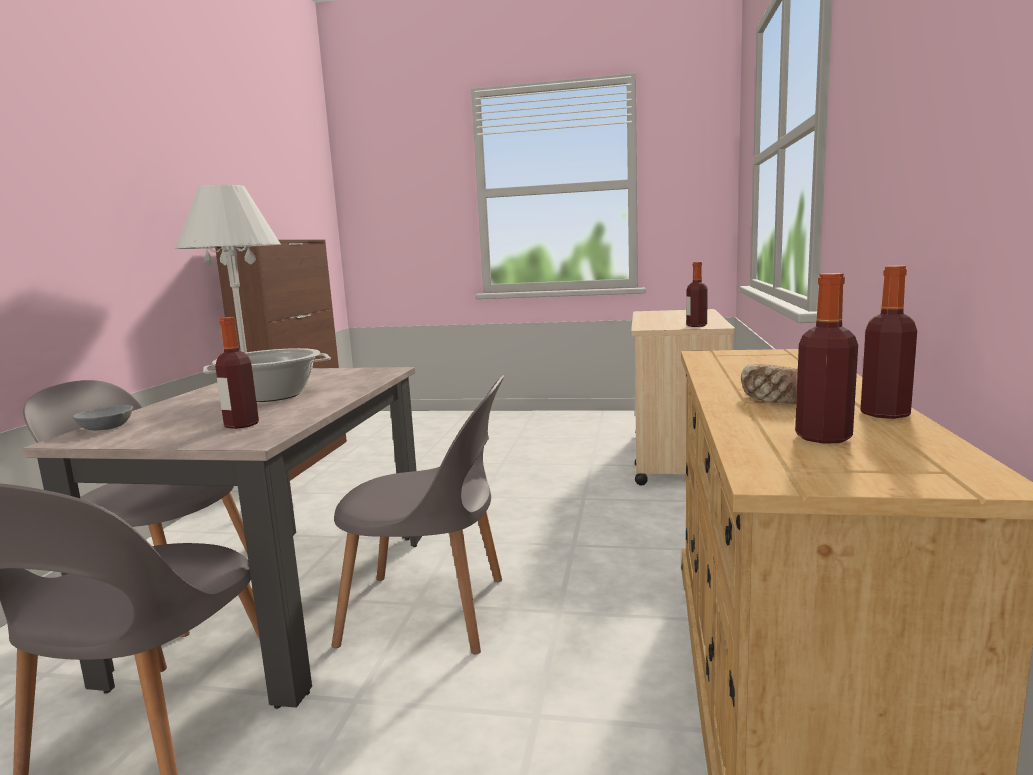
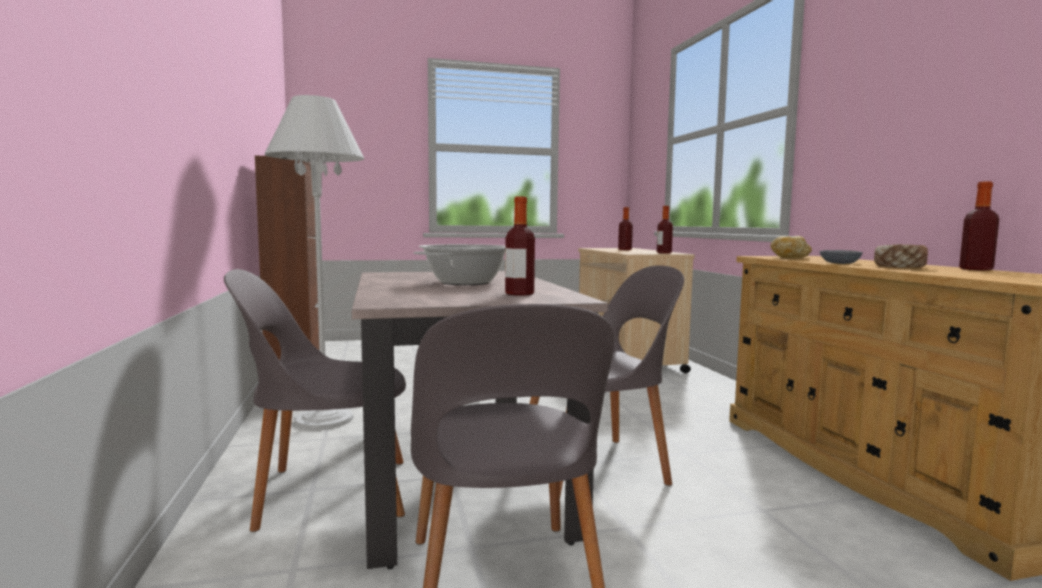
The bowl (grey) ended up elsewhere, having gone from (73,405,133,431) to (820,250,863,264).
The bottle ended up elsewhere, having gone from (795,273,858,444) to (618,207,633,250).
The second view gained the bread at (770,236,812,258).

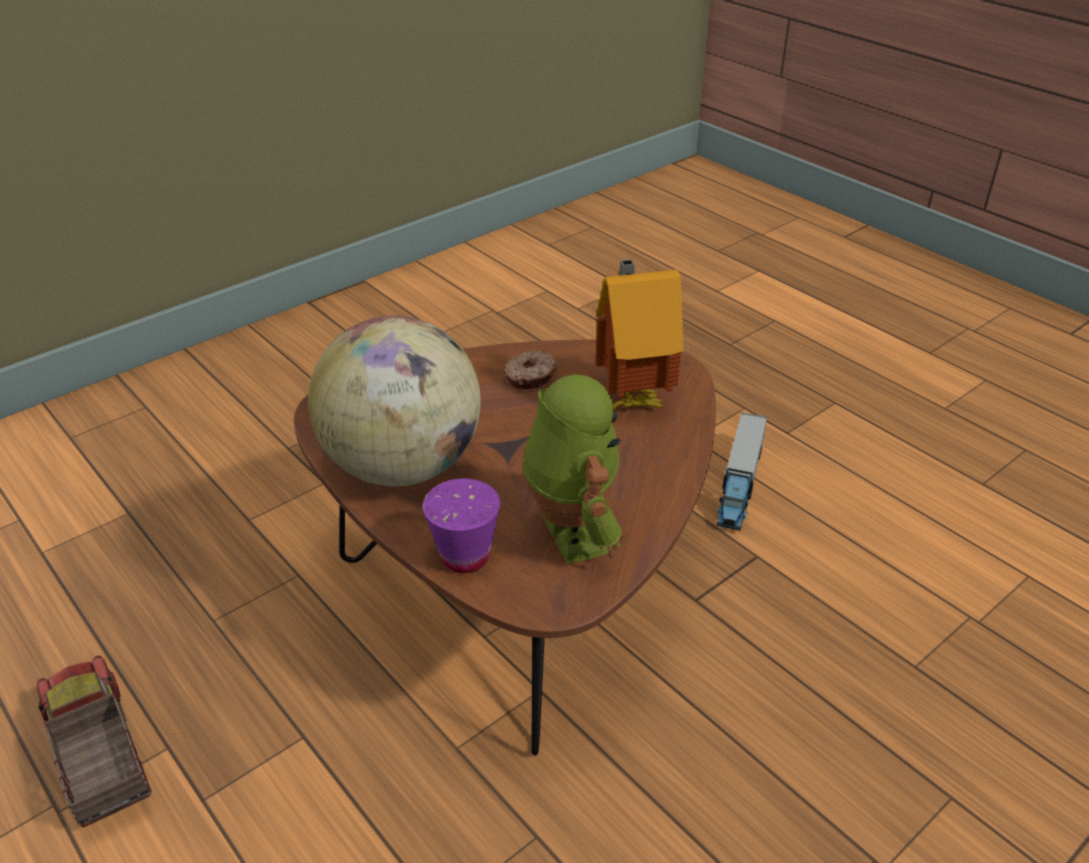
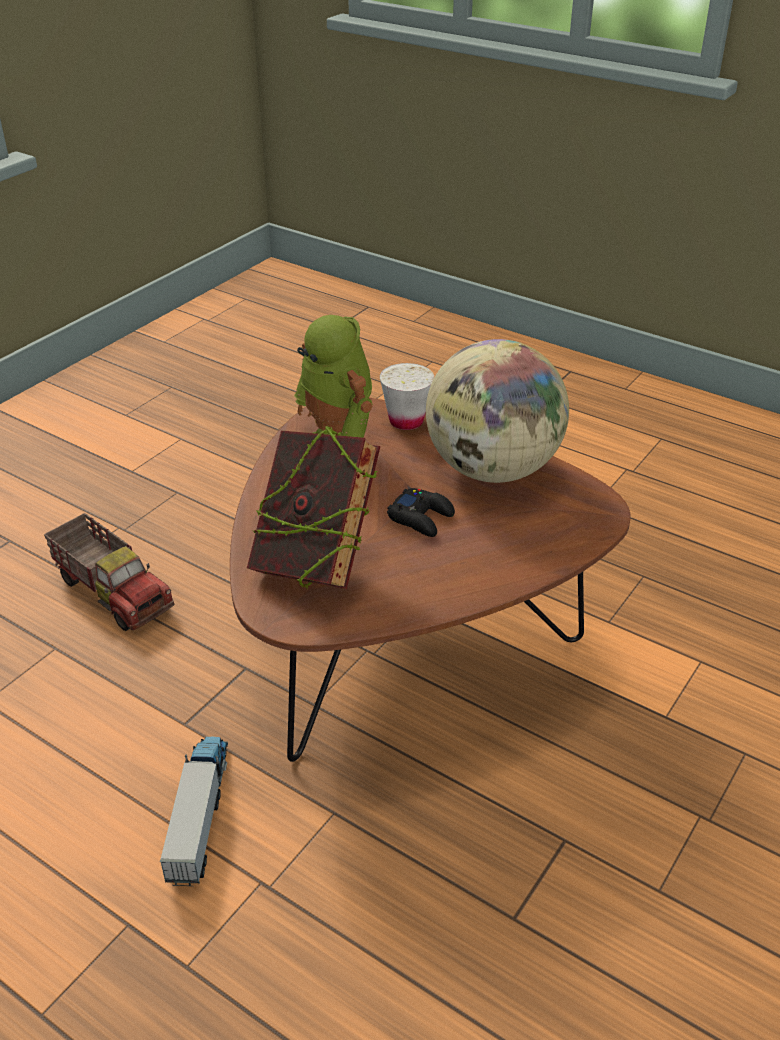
The toy truck ended up elsewhere, having gone from (37,655,151,828) to (44,513,174,631).
What was the cup (purple) at (423,479,500,573) turned into the cup (white) at (380,363,434,430).
The second view lost the donut at (504,351,557,389).
Where the toy house stood at (595,259,684,410), the book came to stand at (247,426,380,589).
The second view gained the game controller (black) at (387,488,455,537).

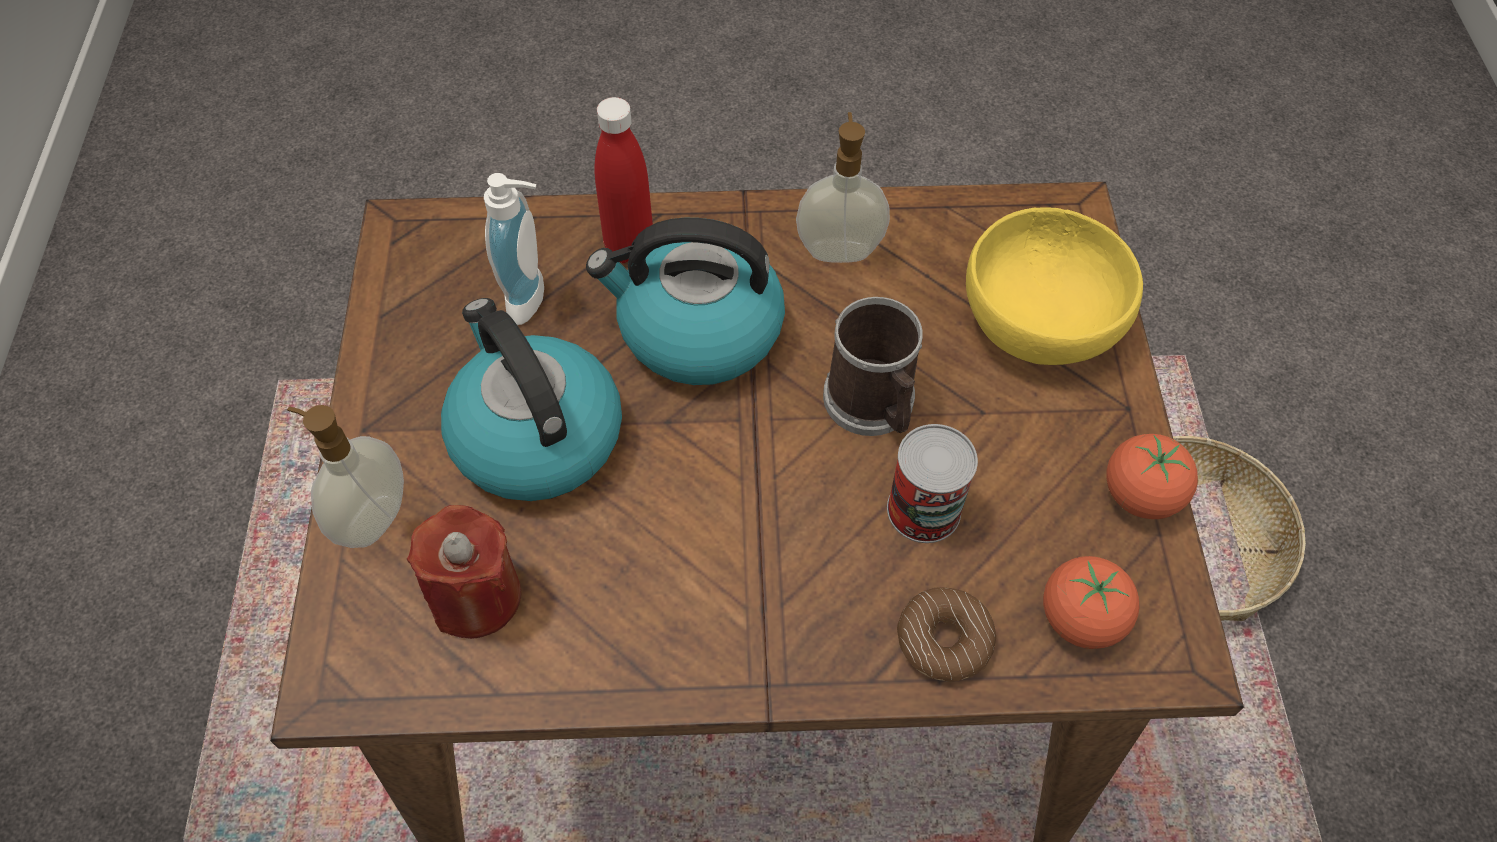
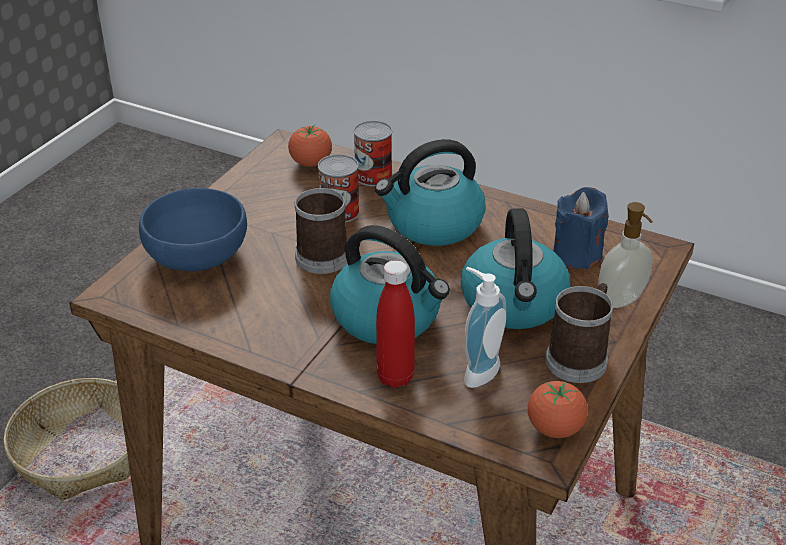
What was the candle (red) at (407,505,522,639) turned into the candle (blue) at (553,187,609,269).
The second view lost the soap dispenser at (796,112,890,263).
Where the donut stood at (897,587,996,682), the can came to stand at (353,120,392,186).
What was the bowl (yellow) at (966,207,1143,365) turned into the bowl (blue) at (139,188,247,272).
The tomato ended up elsewhere, having gone from (1106,434,1198,519) to (528,381,588,438).
The second view gained the kettle at (375,139,486,246).
The second view gained the mug at (545,283,613,383).

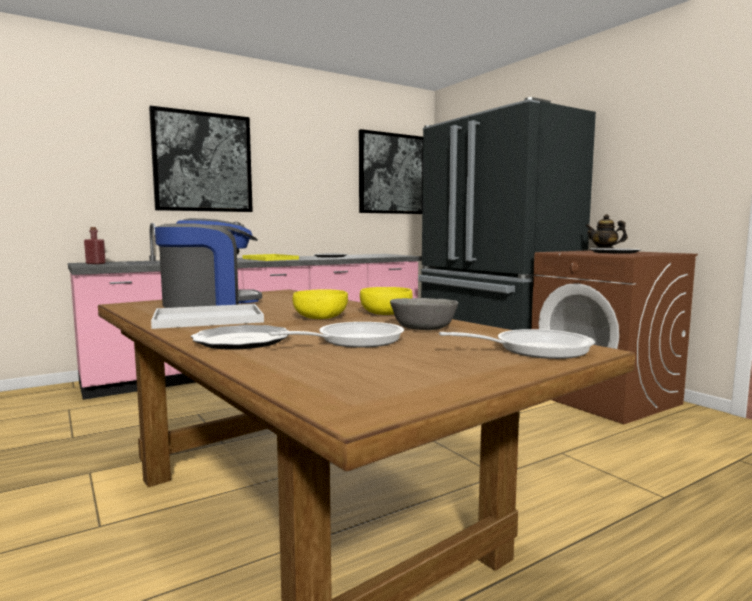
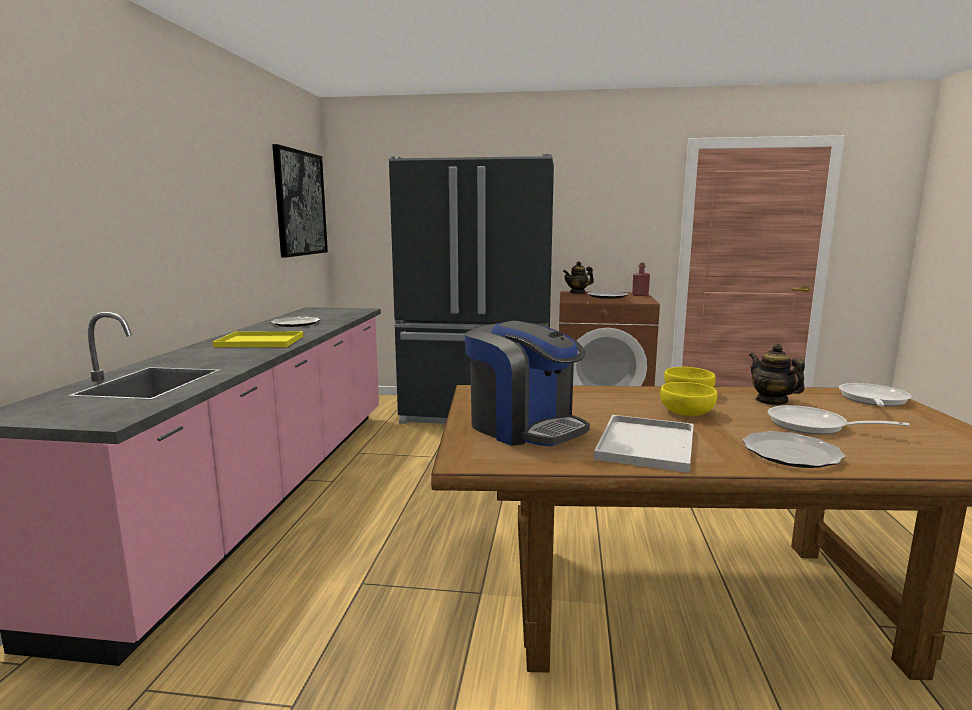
The bottle (red) ended up elsewhere, having gone from (84,227,106,264) to (632,262,650,296).
The second view lost the picture at (149,106,253,212).
The coffee machine at (155,218,262,308) ended up facing another way, 120 degrees clockwise from before.
The frying pan at (268,322,404,348) ended up facing another way, 60 degrees counterclockwise from before.
Where the bowl (grey) stood at (390,298,458,330), the teapot came to stand at (749,344,805,405).

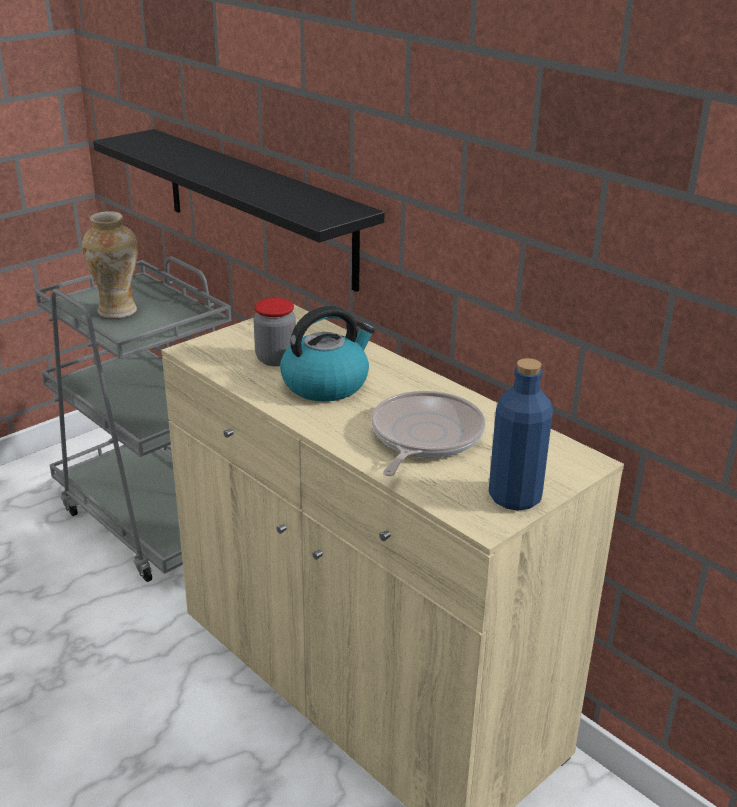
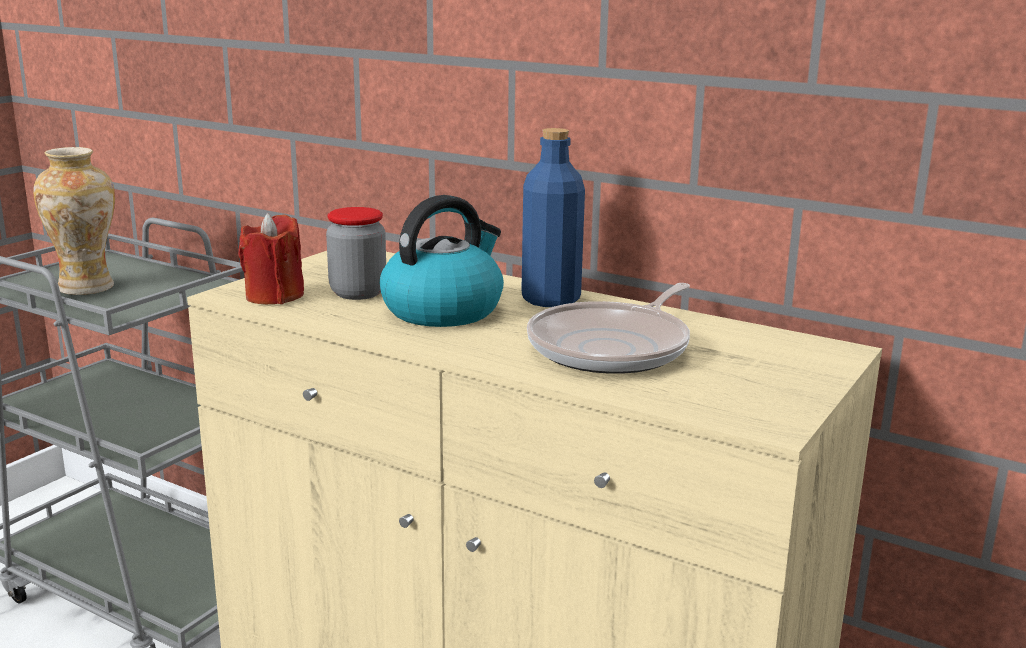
The second view lost the shelf (black) at (93,129,385,292).
The frying pan at (371,391,486,476) ended up facing another way, 150 degrees counterclockwise from before.
The bottle (blue) ended up elsewhere, having gone from (489,358,553,511) to (522,128,585,307).
The second view gained the candle (red) at (238,213,304,304).

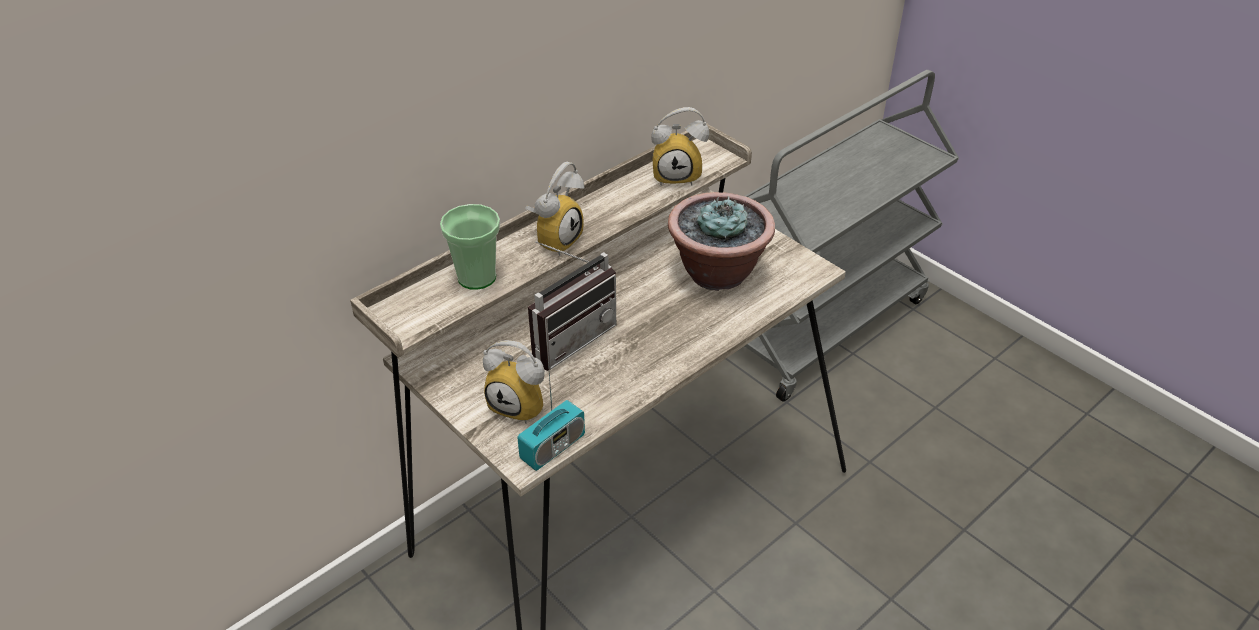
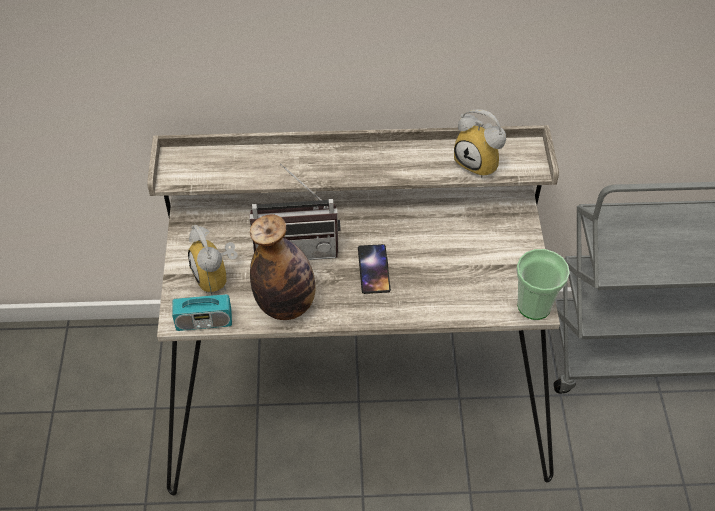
The cup ended up elsewhere, having gone from (440,204,500,290) to (516,249,570,320).
The second view lost the alarm clock at (525,162,585,256).
The second view lost the potted plant at (668,192,775,291).
The second view gained the bottle at (250,214,315,320).
The second view gained the phone at (358,244,391,294).

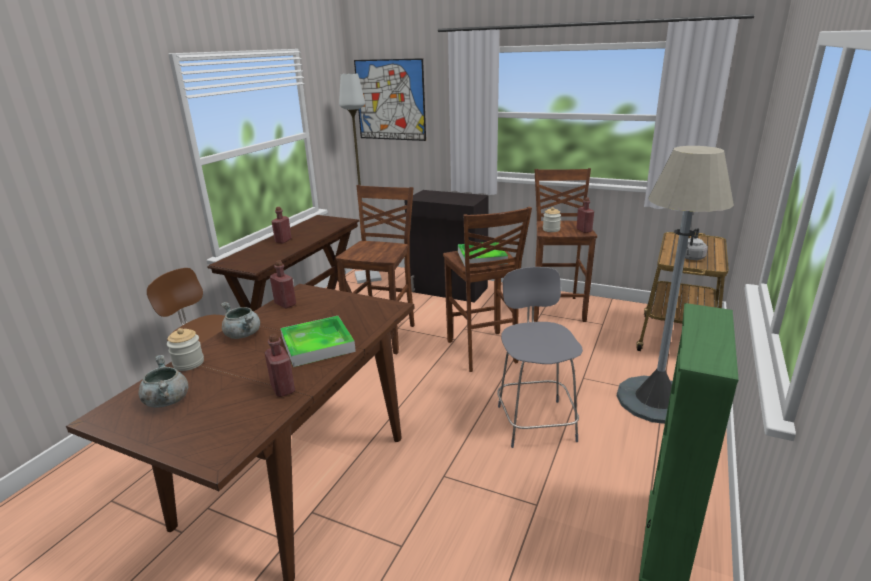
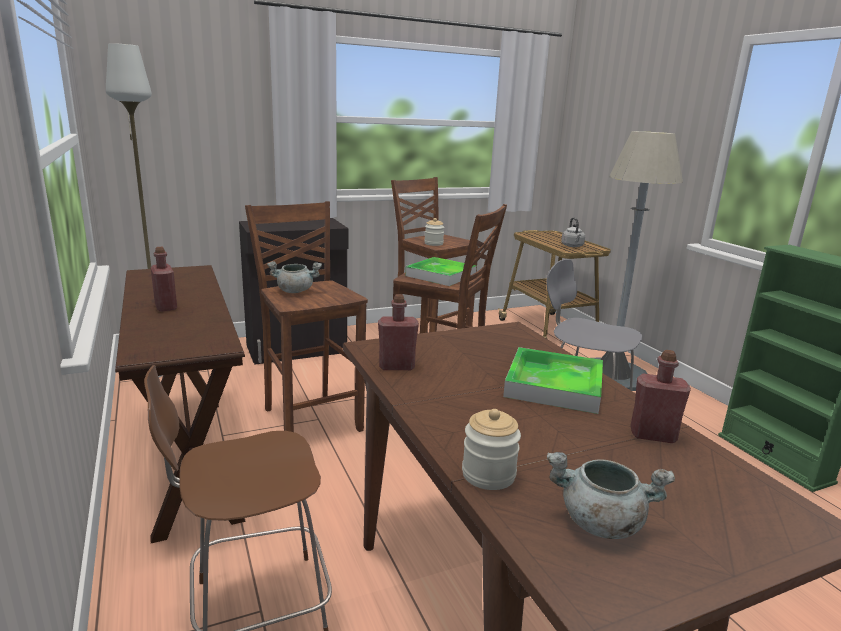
The cooking pot (grey) ended up elsewhere, having gone from (221,302,260,339) to (267,261,322,293).
The second view lost the picture at (354,58,426,141).
The second view lost the bottle (red) at (576,197,594,233).

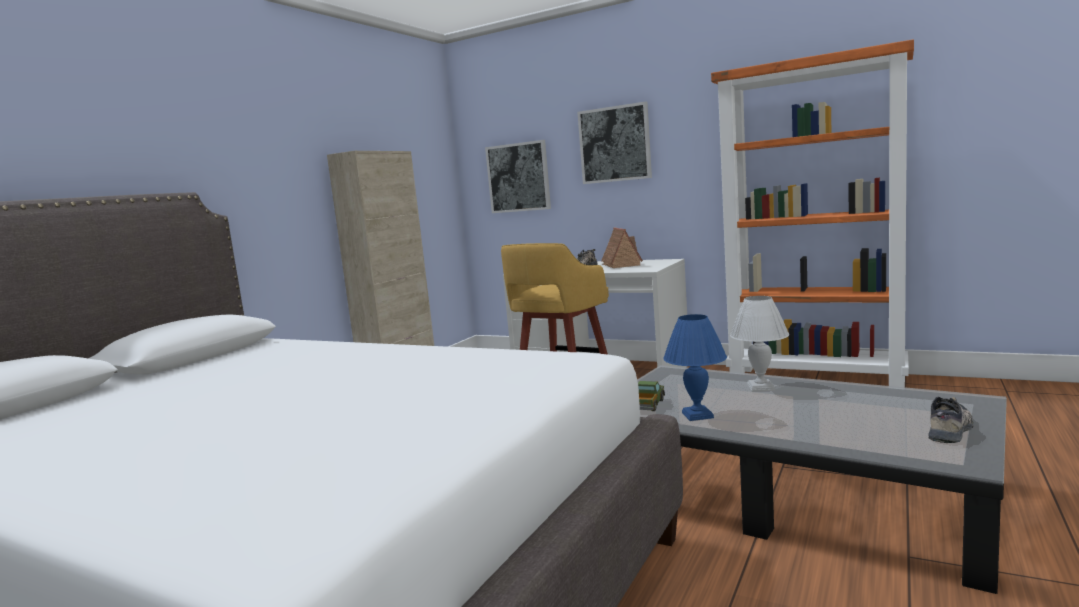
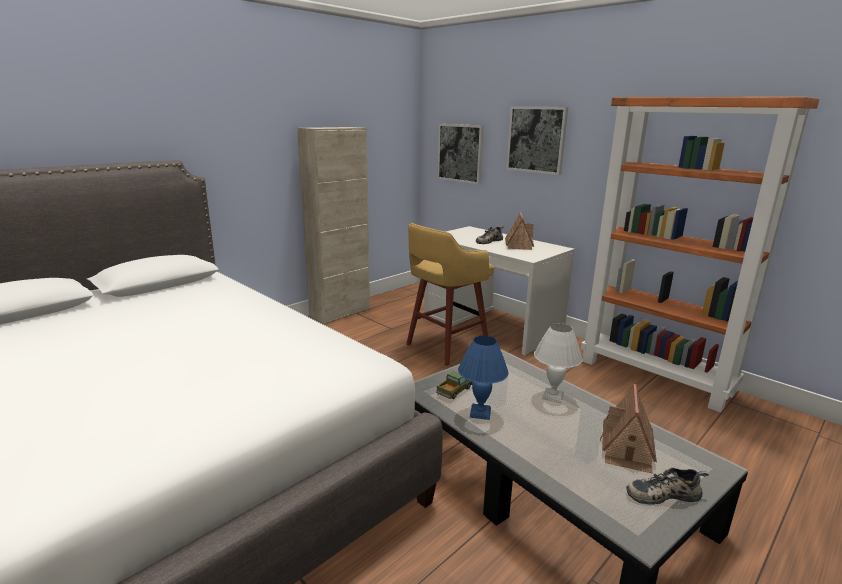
The shoe at (929,396,973,443) ended up facing another way, 150 degrees counterclockwise from before.
The second view gained the toy house at (600,384,657,473).

